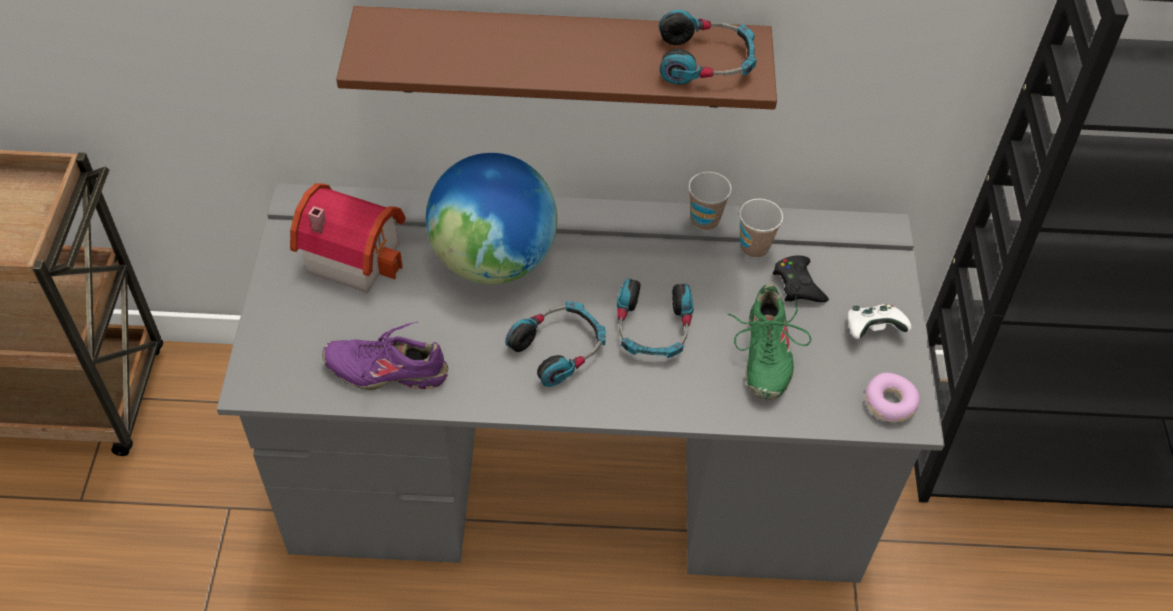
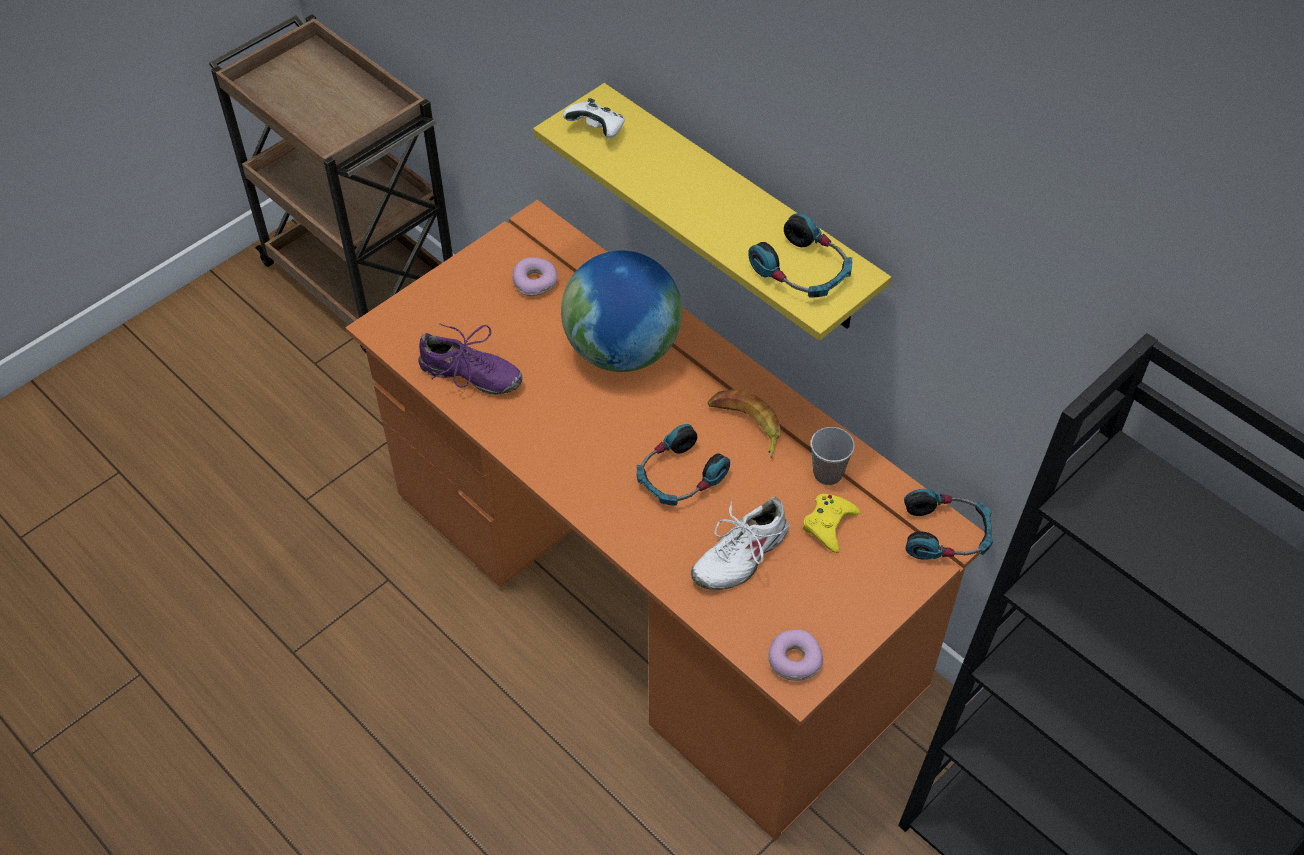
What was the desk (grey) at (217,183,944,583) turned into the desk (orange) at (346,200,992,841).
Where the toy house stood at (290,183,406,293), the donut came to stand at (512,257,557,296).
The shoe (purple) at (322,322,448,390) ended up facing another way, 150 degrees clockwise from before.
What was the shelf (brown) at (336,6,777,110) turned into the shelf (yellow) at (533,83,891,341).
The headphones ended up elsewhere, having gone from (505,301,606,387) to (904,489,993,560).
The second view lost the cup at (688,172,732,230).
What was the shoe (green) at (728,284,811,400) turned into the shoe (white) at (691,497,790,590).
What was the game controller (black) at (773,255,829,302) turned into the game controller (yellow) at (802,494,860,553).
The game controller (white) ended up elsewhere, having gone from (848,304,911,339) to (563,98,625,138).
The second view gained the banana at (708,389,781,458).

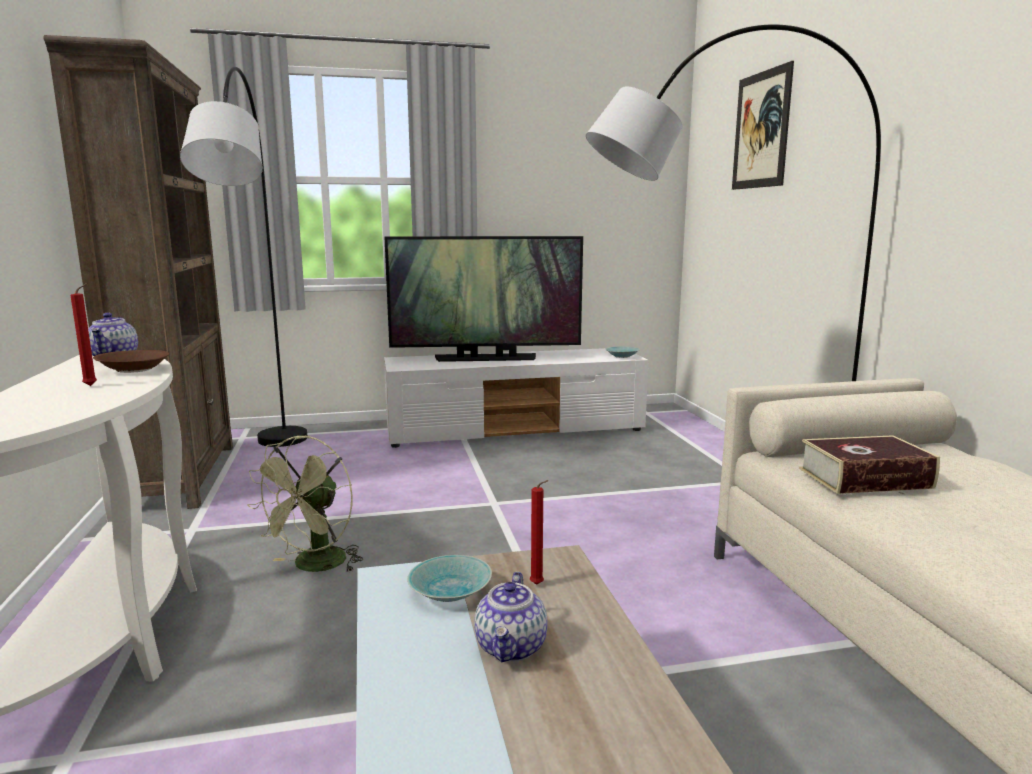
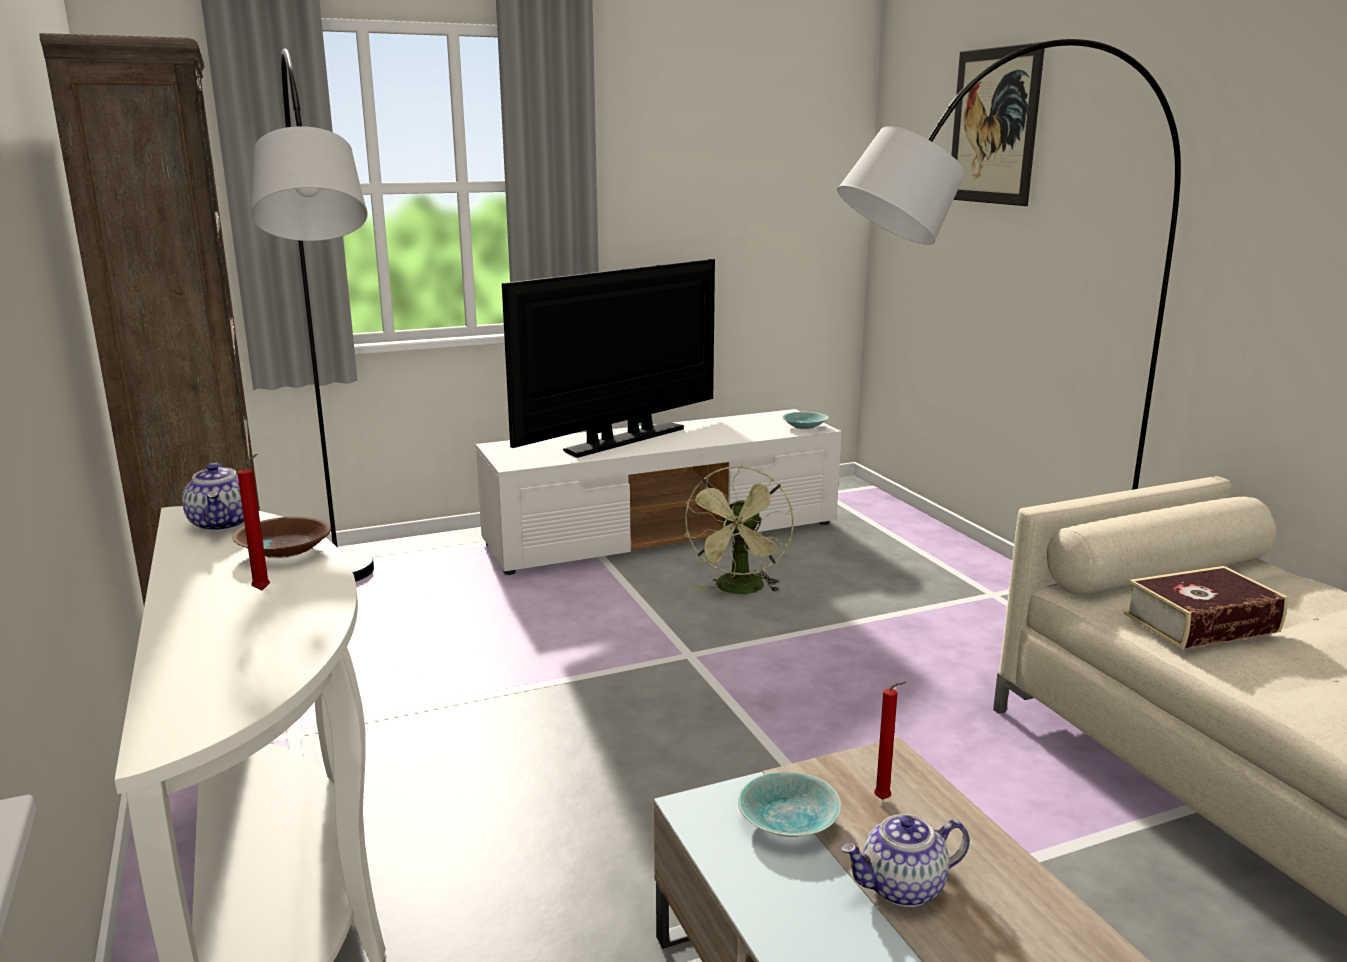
The fan (green) ended up elsewhere, having gone from (247,435,363,572) to (684,466,794,594).
The television at (384,236,583,362) ended up facing another way, 150 degrees clockwise from before.
The teapot at (474,572,548,662) ended up facing another way, 75 degrees clockwise from before.

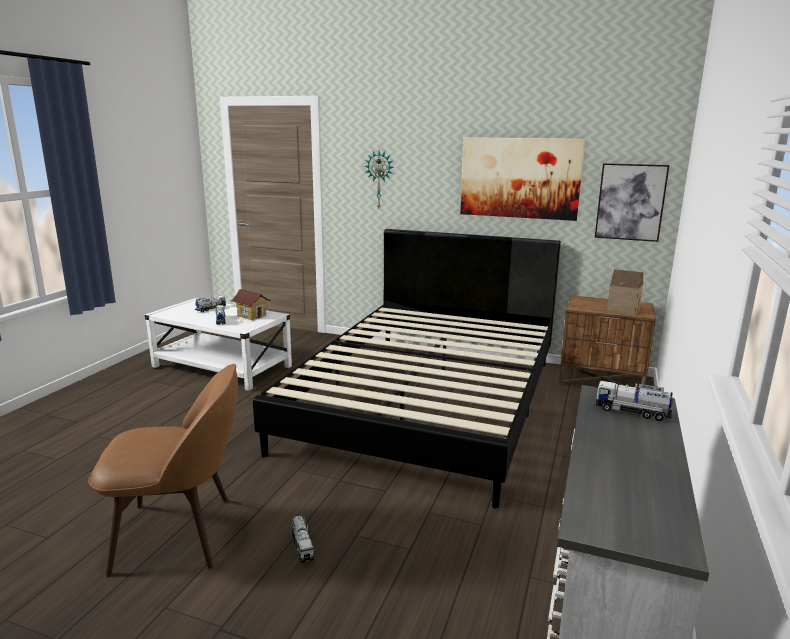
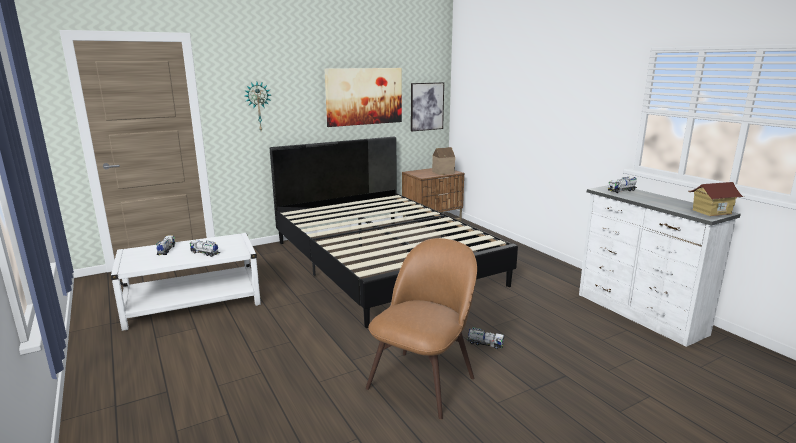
The toy house ended up elsewhere, having gone from (231,289,271,320) to (688,182,745,216).

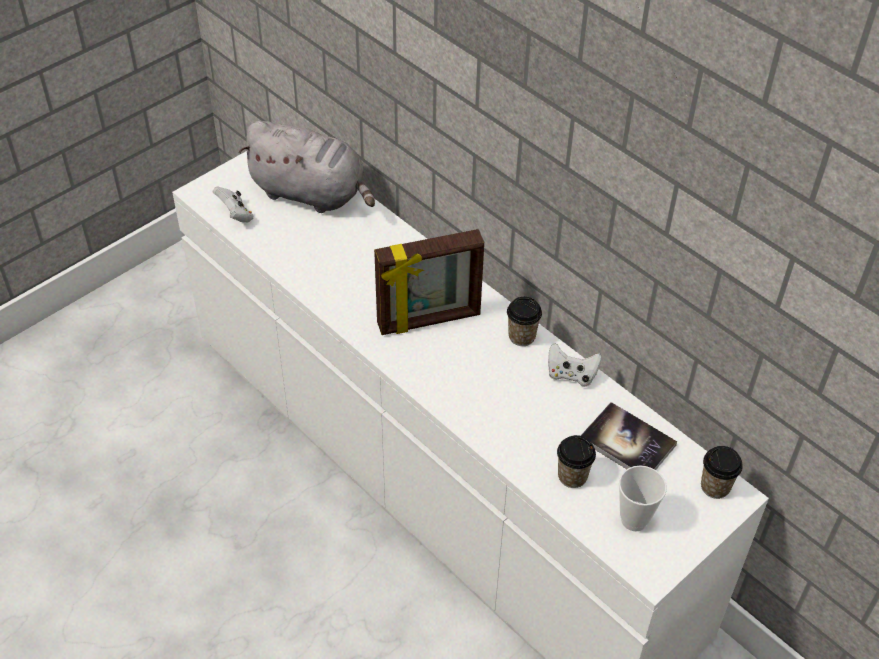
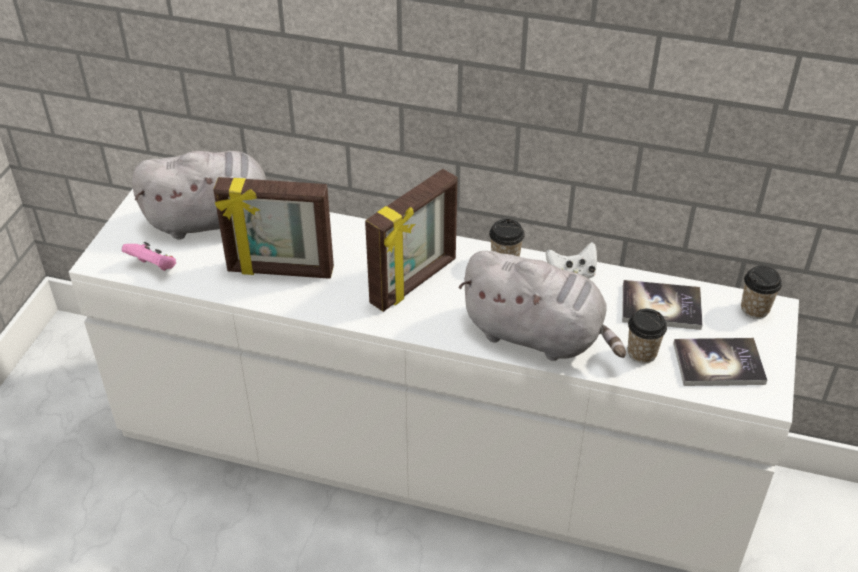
What was the game controller (white) at (213,187,254,222) turned into the game controller (pink) at (122,242,176,271).
Where the cup stood at (619,466,667,531), the book came to stand at (673,338,767,386).
The second view gained the picture frame at (213,177,334,279).
The second view gained the plush toy (grey) at (458,251,626,361).

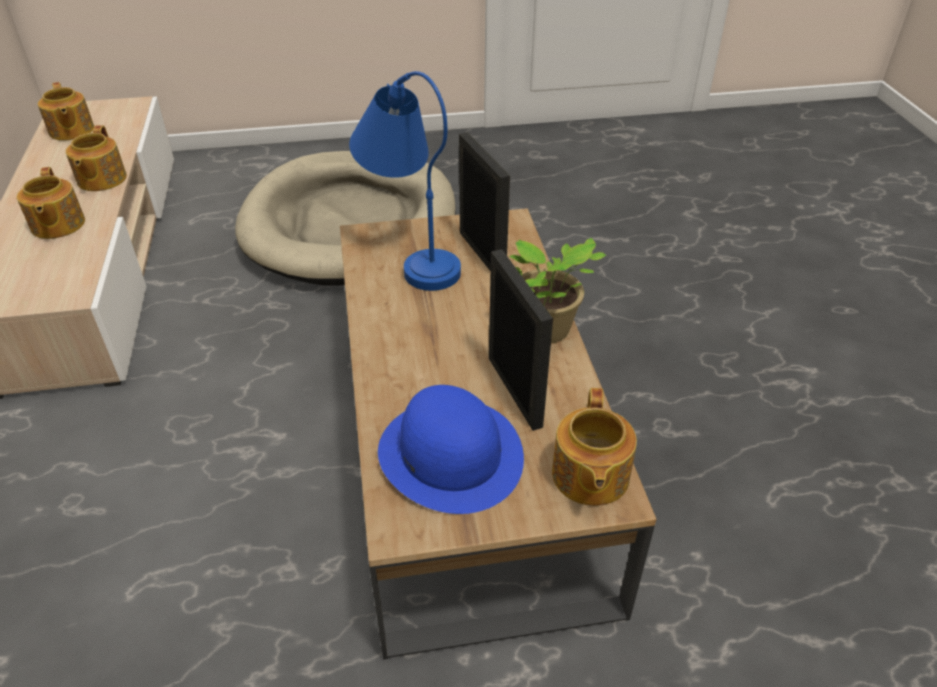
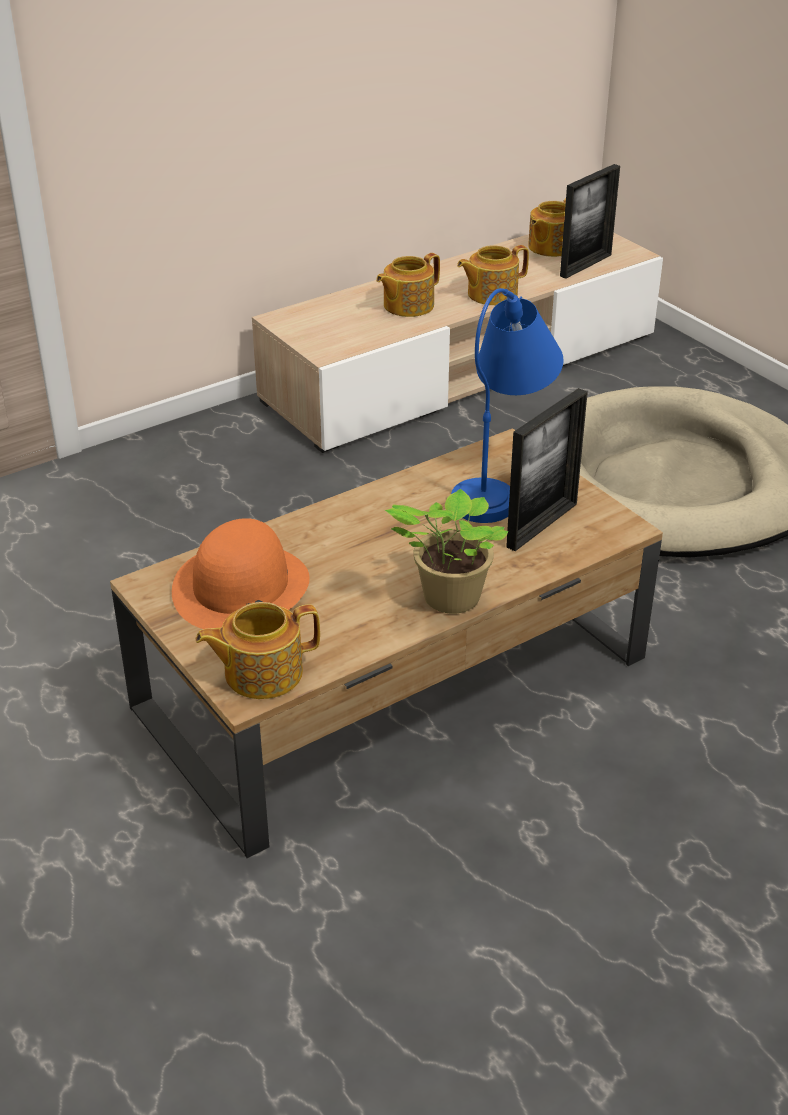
What was the hat (blue) at (378,385,524,514) turned into the hat (orange) at (172,518,310,629).
The picture frame ended up elsewhere, having gone from (489,249,553,431) to (560,164,620,279).

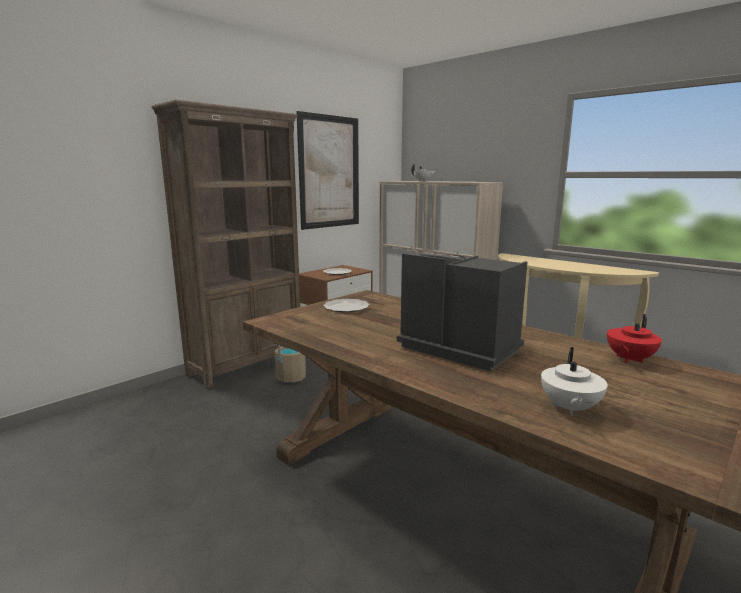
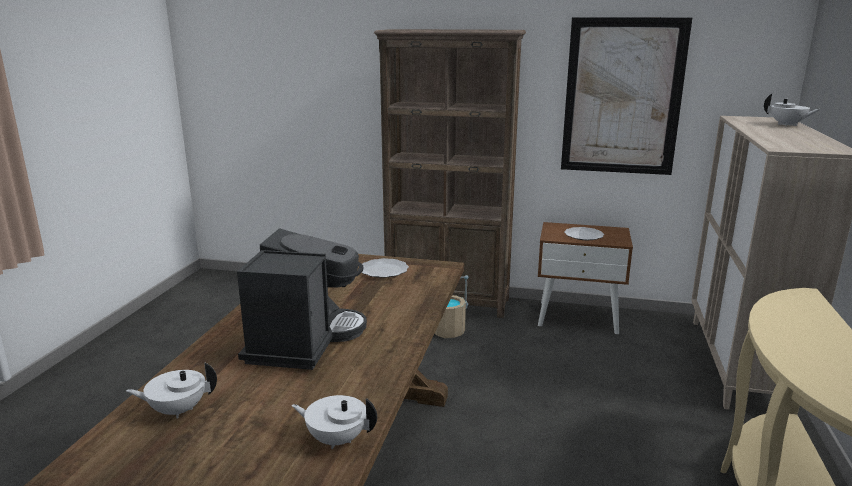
What was the teapot (red) at (607,314,662,363) turned into the teapot (white) at (291,395,377,449).

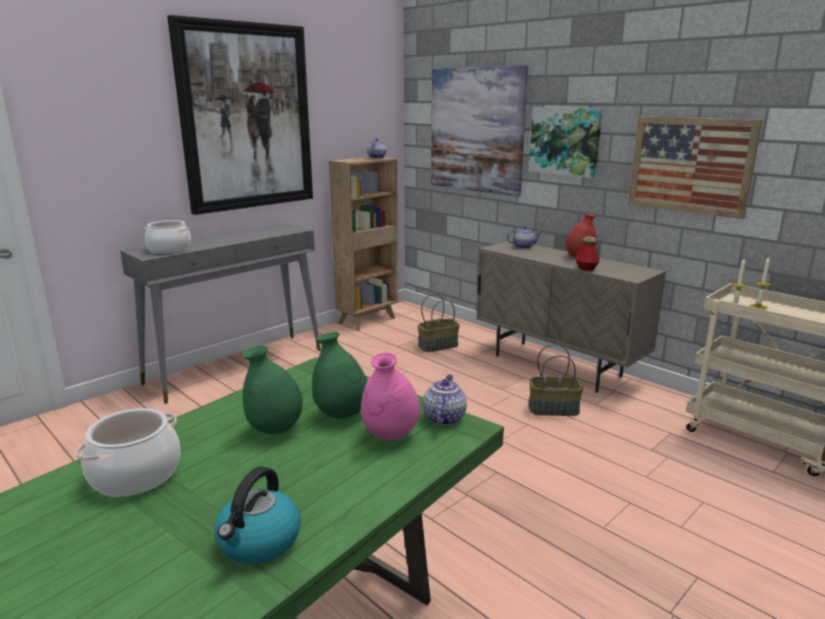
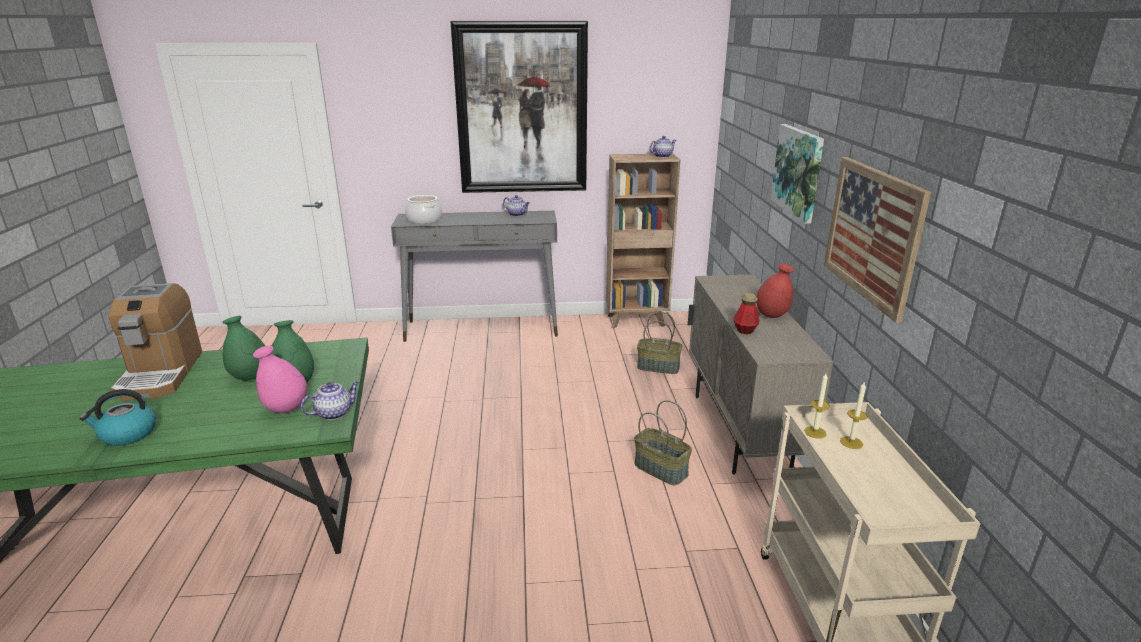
Where the cooking pot stood at (76,408,181,497), the coffee machine came to stand at (108,283,202,401).
The second view lost the picture at (431,65,528,197).
The teapot ended up elsewhere, having gone from (507,226,542,248) to (503,195,530,216).

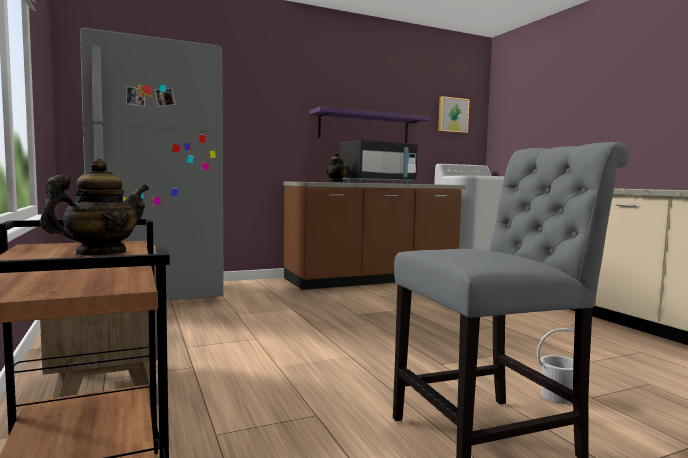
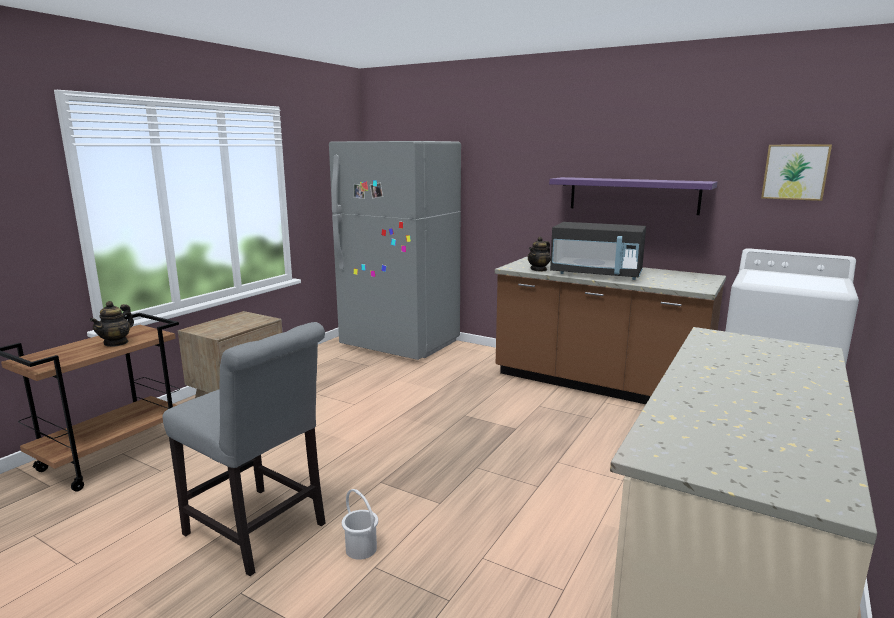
The teapot at (40,159,149,256) ended up facing another way, 105 degrees clockwise from before.

